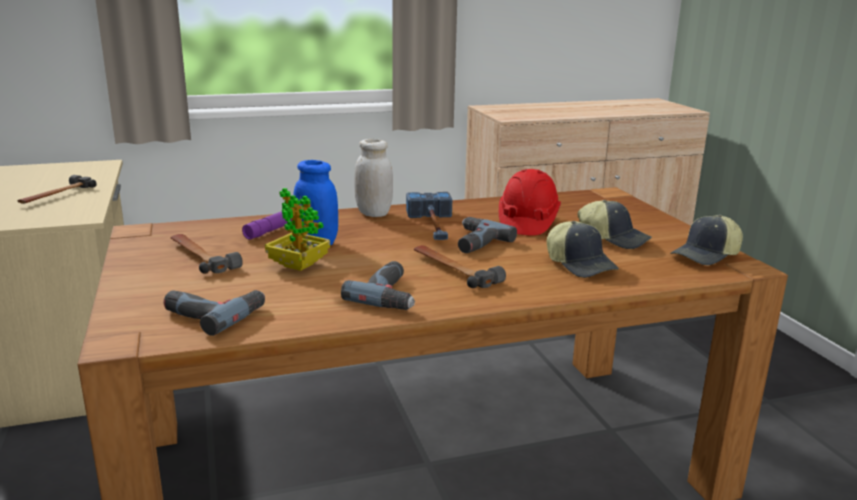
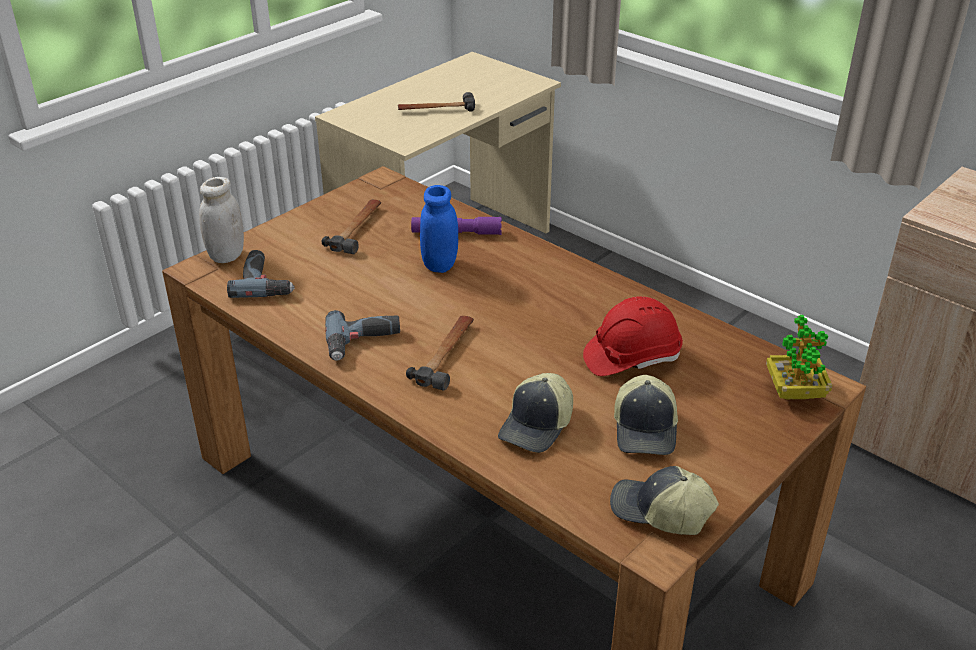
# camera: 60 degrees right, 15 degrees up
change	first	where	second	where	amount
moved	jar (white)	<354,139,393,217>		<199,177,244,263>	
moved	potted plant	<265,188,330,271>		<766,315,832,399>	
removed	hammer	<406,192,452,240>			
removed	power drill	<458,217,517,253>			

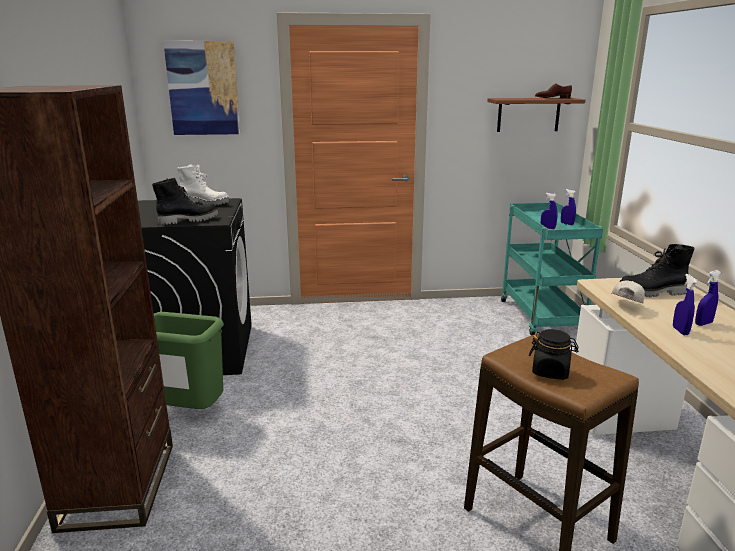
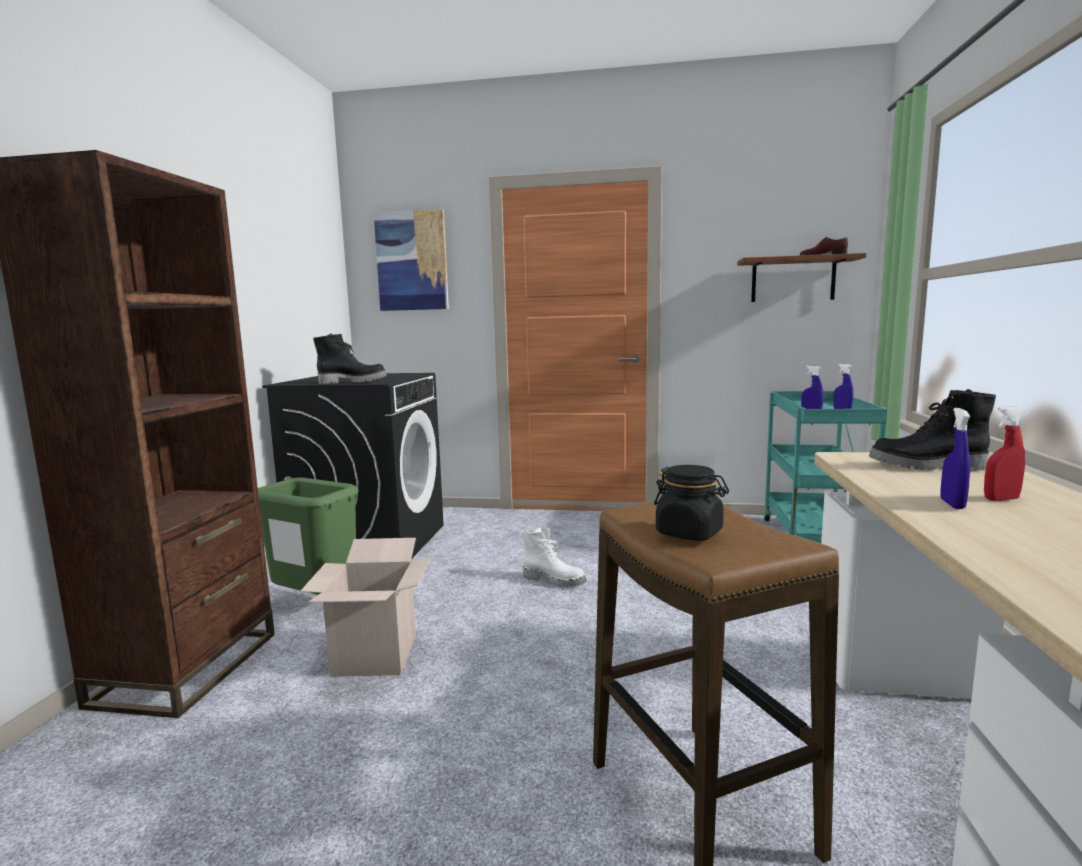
# camera: 15 degrees right, 10 degrees down
change	first	where	second	where	amount
moved	boot (white)	<177,164,230,206>		<522,528,586,587>	
recoloured	spray bottle (blue)	<695,270,721,326>	spray bottle (red)	<984,406,1025,501>	
removed	cap (white)	<611,280,645,303>			
added			cardboard box	<300,538,430,677>	

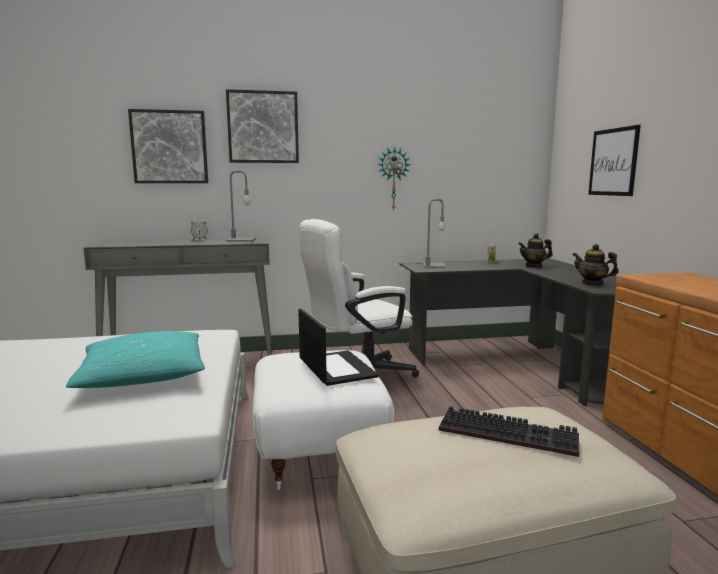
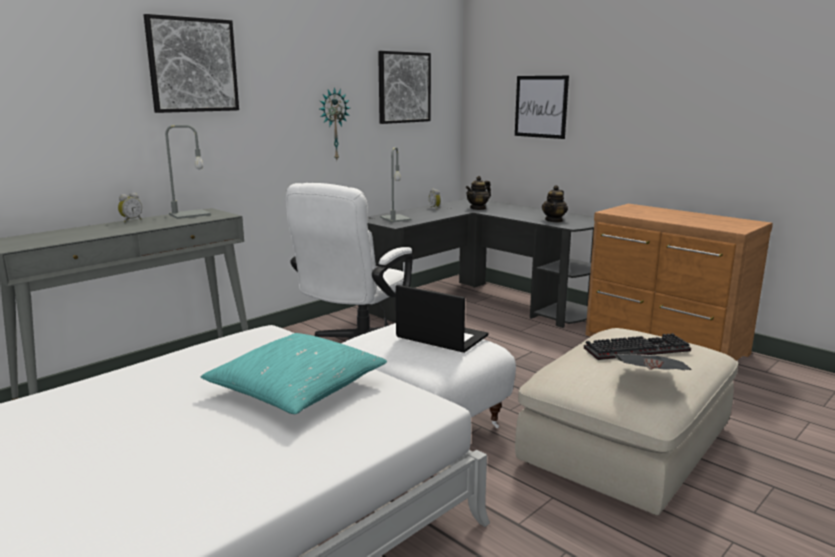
# camera: 35 degrees left, 5 degrees up
change	first	where	second	where	amount
moved	picture	<128,109,208,183>		<378,51,431,124>	
turned	teapot	<573,244,619,286>		<542,185,568,223>	60 degrees counterclockwise
added			newspaper	<613,354,692,370>	

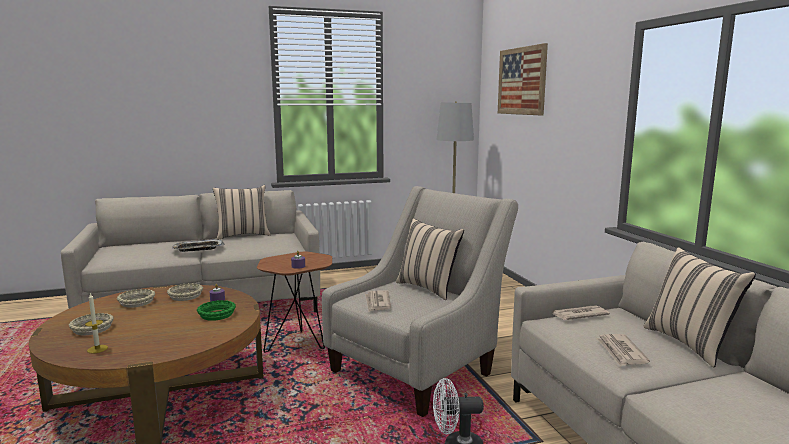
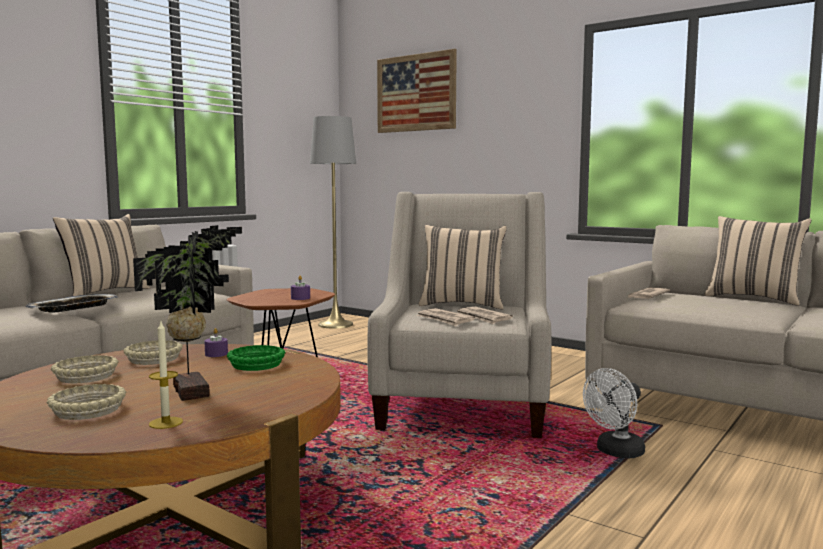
# camera: 35 degrees left, 5 degrees down
change	first	where	second	where	amount
moved	newspaper	<596,334,650,367>		<457,307,513,324>	
added			potted plant	<133,225,242,401>	

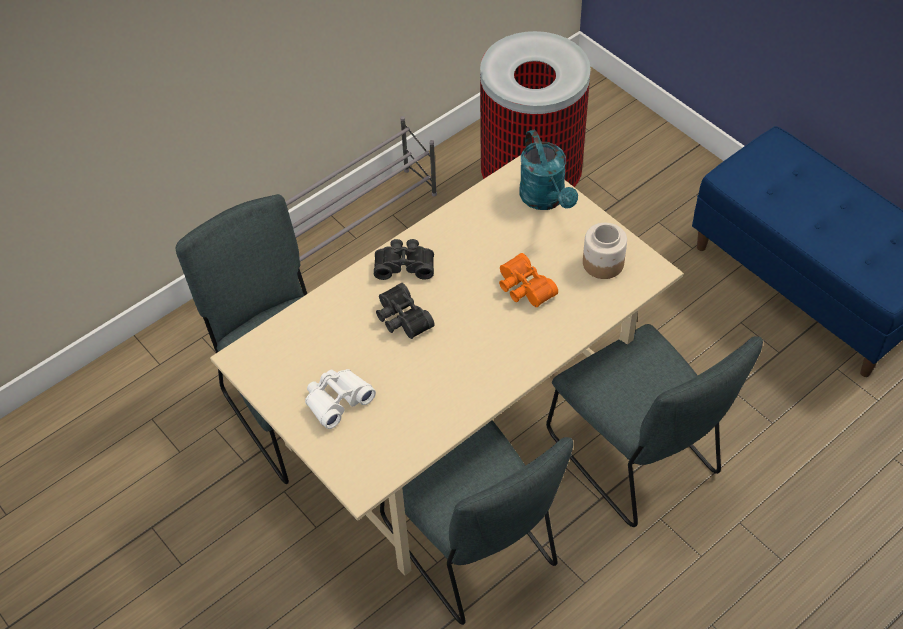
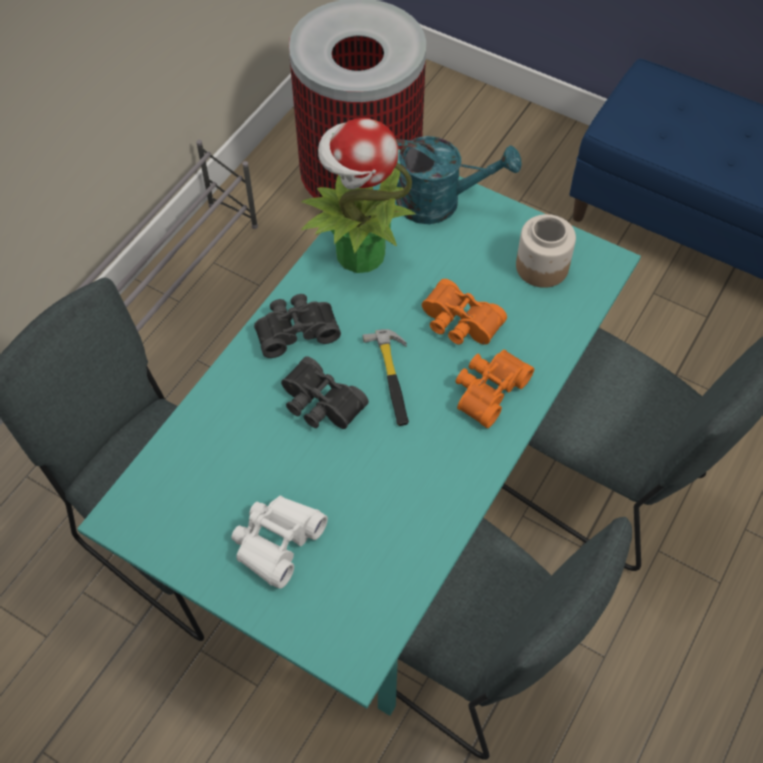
# camera: 20 degrees left, 5 degrees up
change	first	where	second	where	amount
turned	watering can (turquoise)	<519,130,578,210>		<396,136,522,224>	45 degrees counterclockwise
recoloured	dining table (beige)	<210,155,683,576>	dining table (turquoise)	<77,149,641,716>	
added			potted plant	<301,118,416,273>	
added			hammer	<363,329,409,426>	
added			binoculars (orange)	<455,349,534,428>	

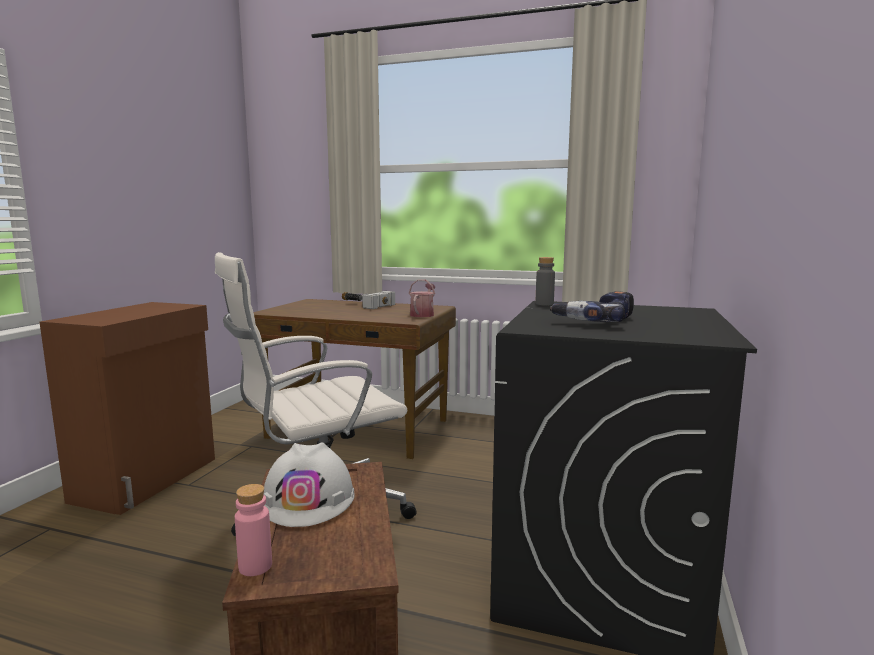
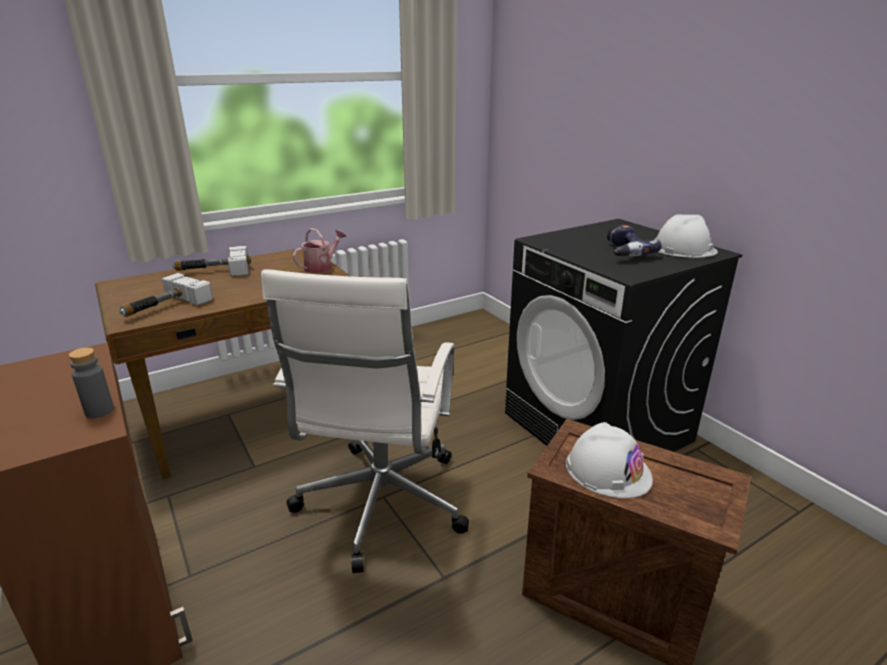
# camera: 50 degrees left, 15 degrees up
change	first	where	second	where	amount
moved	bottle (grey)	<536,257,555,306>		<69,347,114,418>	
turned	watering can	<409,279,436,317>		<293,228,347,273>	75 degrees clockwise
removed	bottle (pink)	<235,484,272,576>			
added			hard hat (white)	<655,214,718,258>	
added			hammer	<120,273,213,317>	

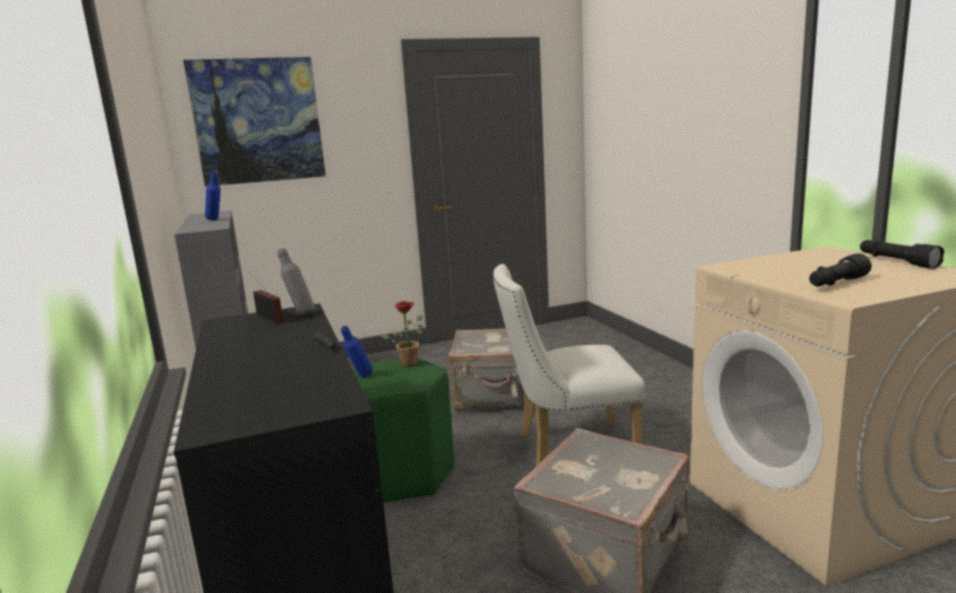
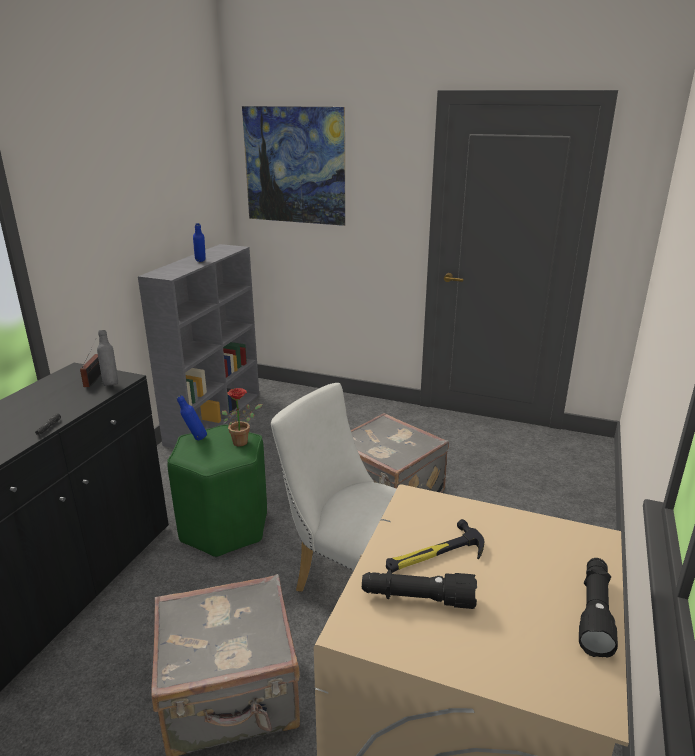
# camera: 40 degrees right, 10 degrees up
change	first	where	second	where	amount
added			hammer	<386,519,484,573>	

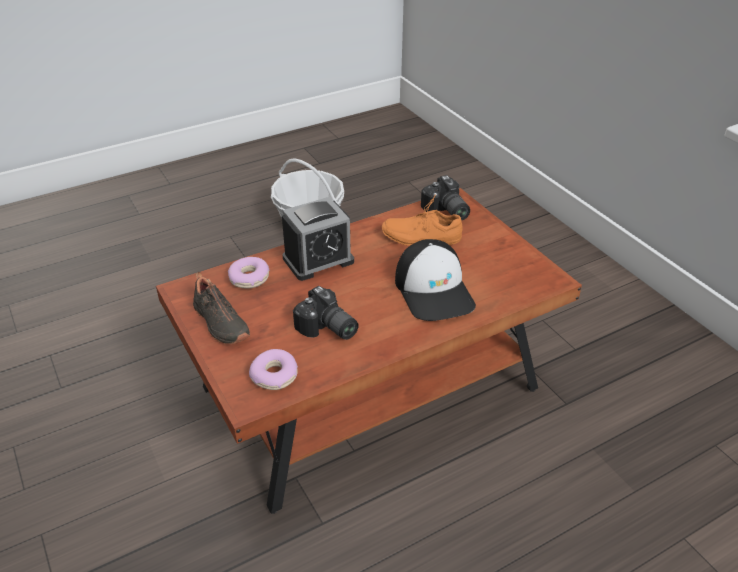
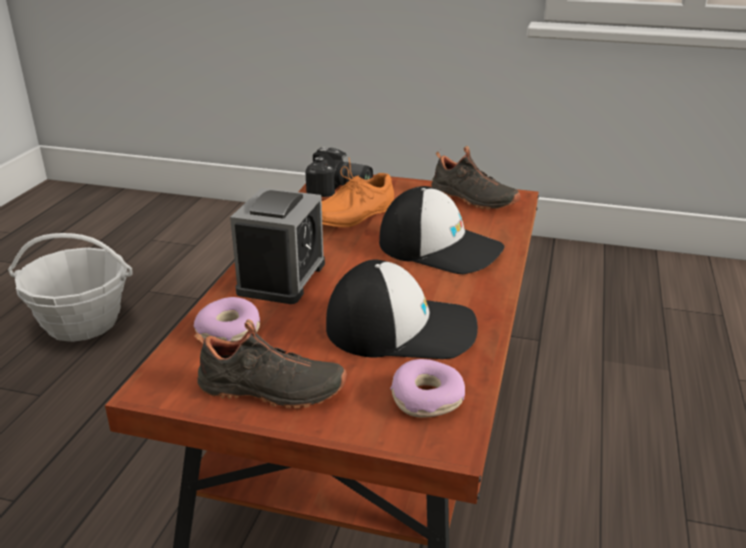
# camera: 45 degrees left, 10 degrees down
change	first	where	second	where	amount
replaced	photo camera	<293,286,359,340>	cap	<326,260,478,359>	
added			shoe (black)	<431,146,521,210>	

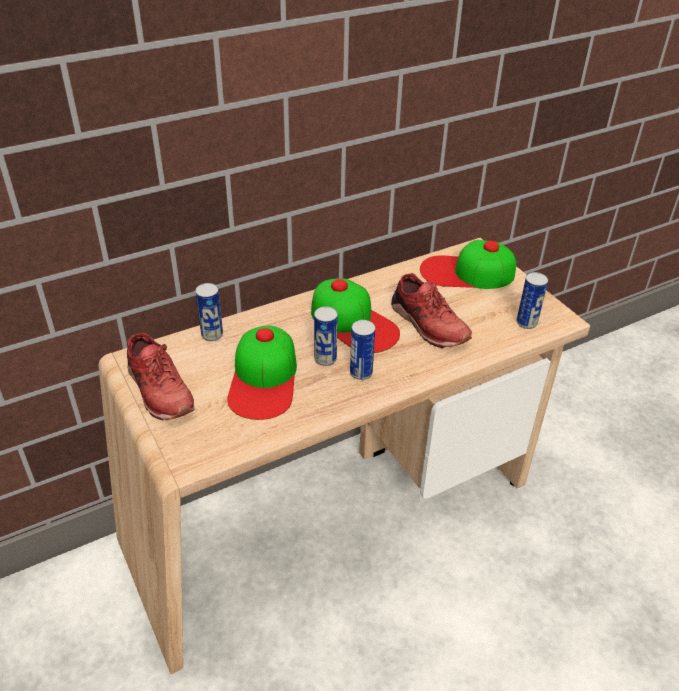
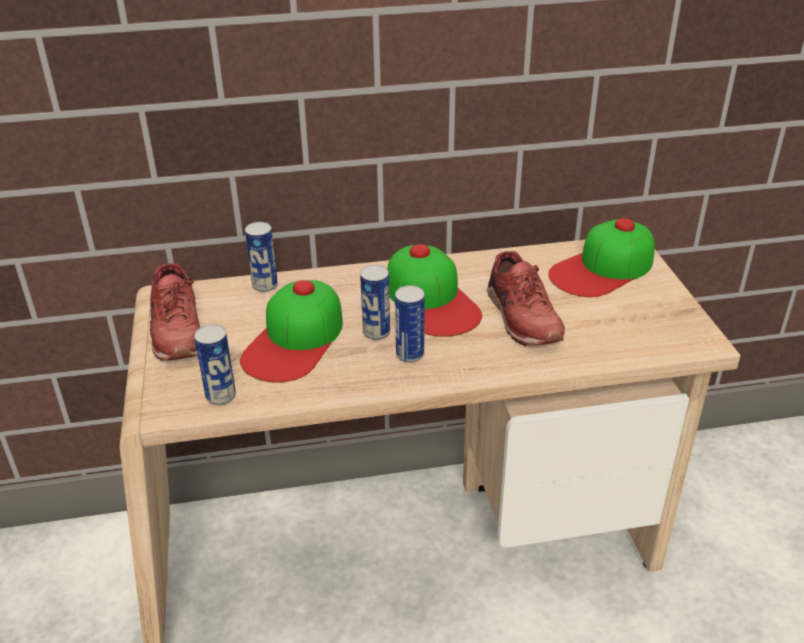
# camera: 20 degrees right, 5 degrees down
change	first	where	second	where	amount
turned	cap	<420,240,516,289>		<548,218,655,297>	60 degrees counterclockwise
moved	can	<517,272,548,329>		<194,324,236,405>	

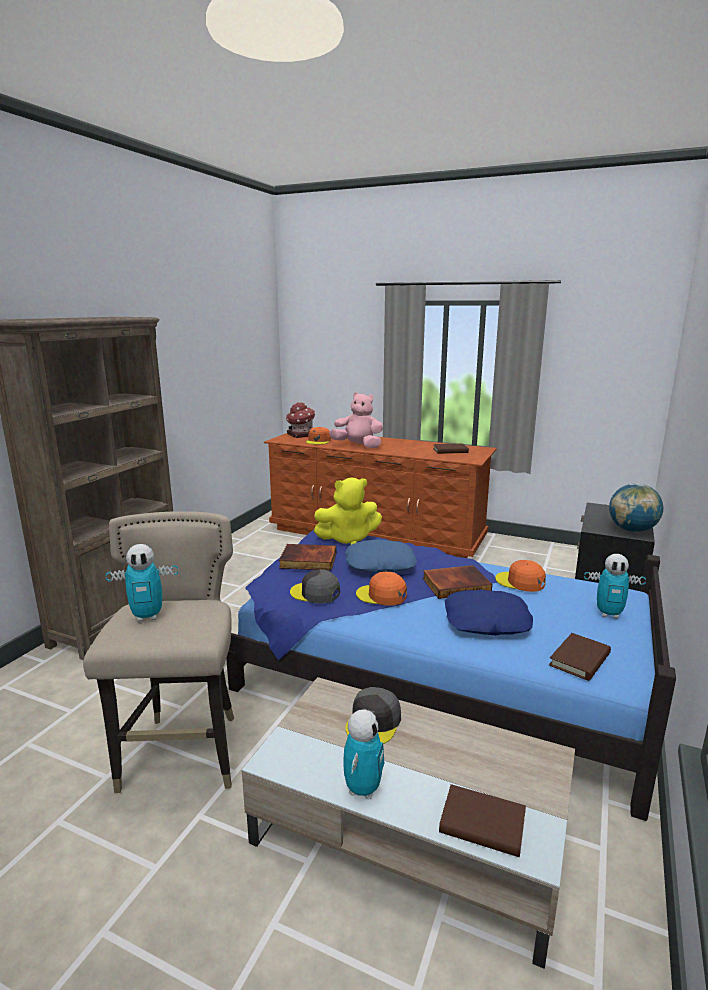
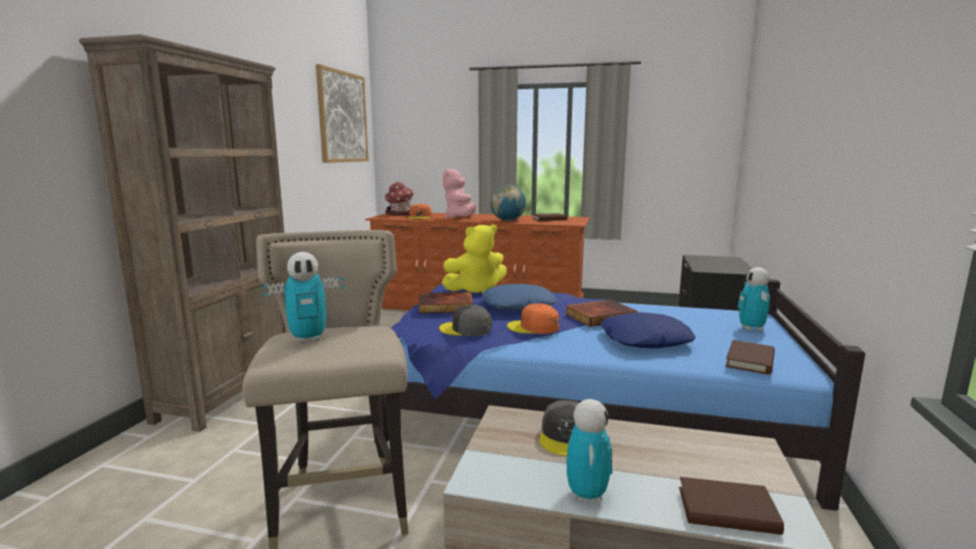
# camera: 10 degrees left, 5 degrees down
change	first	where	second	where	amount
turned	plush toy (pink)	<329,392,383,448>		<443,168,477,219>	105 degrees counterclockwise
moved	globe	<609,483,663,532>		<490,185,526,221>	
turned	toy robot	<584,554,646,619>		<738,267,770,331>	90 degrees clockwise
removed	cap (orange)	<495,560,546,592>			
added			picture	<316,64,369,163>	

